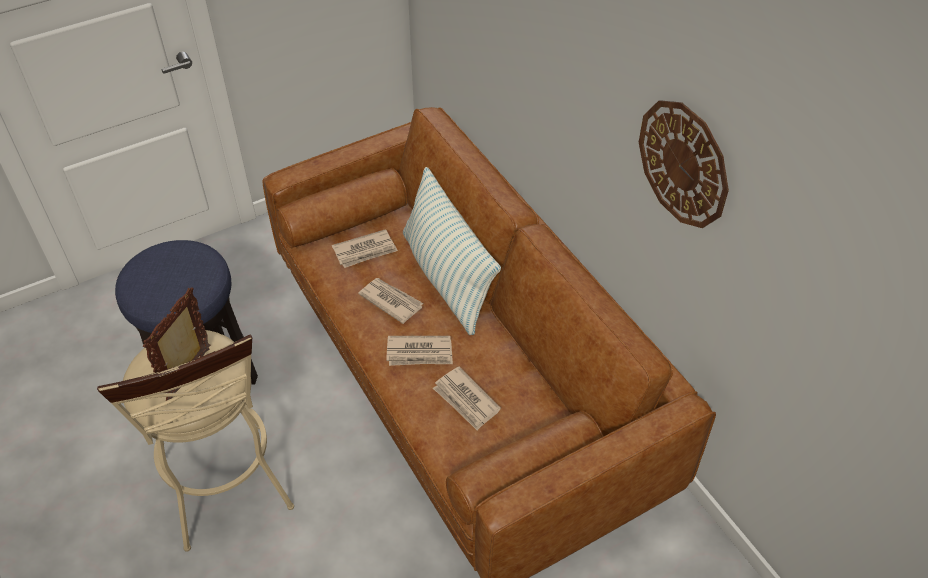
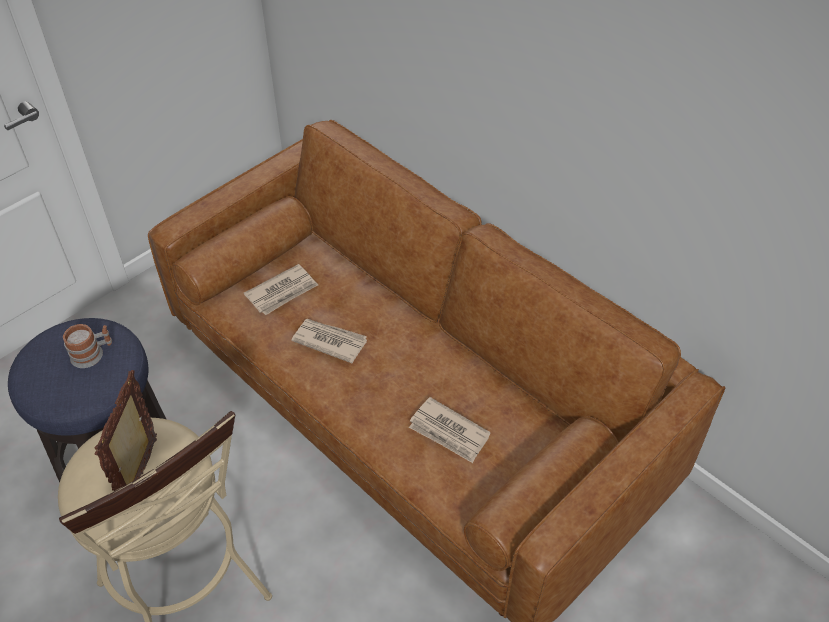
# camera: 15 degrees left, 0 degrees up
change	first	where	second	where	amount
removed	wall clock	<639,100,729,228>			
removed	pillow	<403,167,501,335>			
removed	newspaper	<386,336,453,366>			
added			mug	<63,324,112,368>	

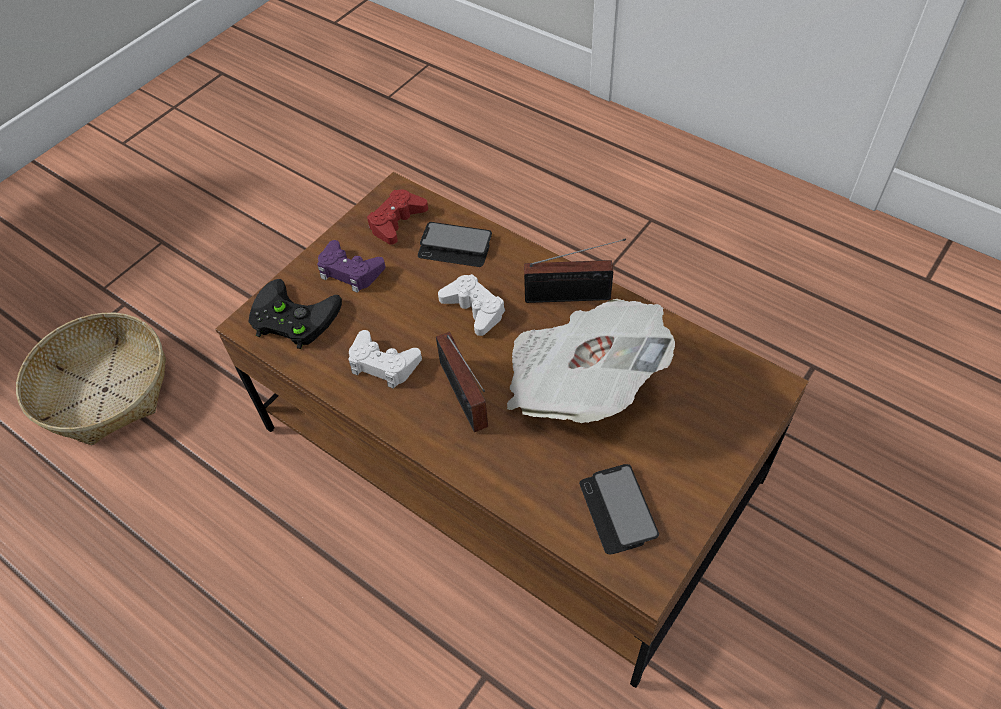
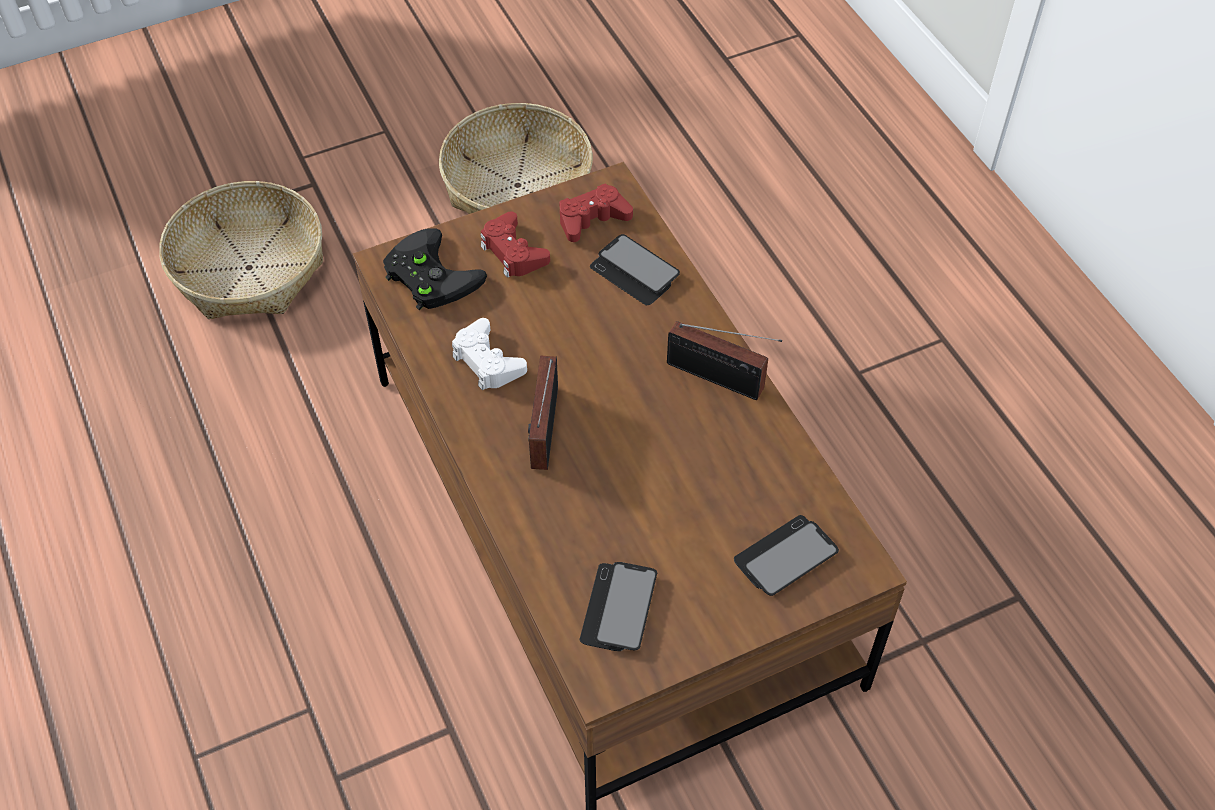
# camera: 25 degrees right, 0 degrees up
change	first	where	second	where	amount
recoloured	game controller (purple)	<317,240,385,293>	game controller (red)	<481,211,550,278>	
removed	game controller (white)	<438,274,505,336>			
removed	newspaper	<507,299,675,423>			
added			basket	<439,103,593,214>	
added			phone	<734,515,839,596>	

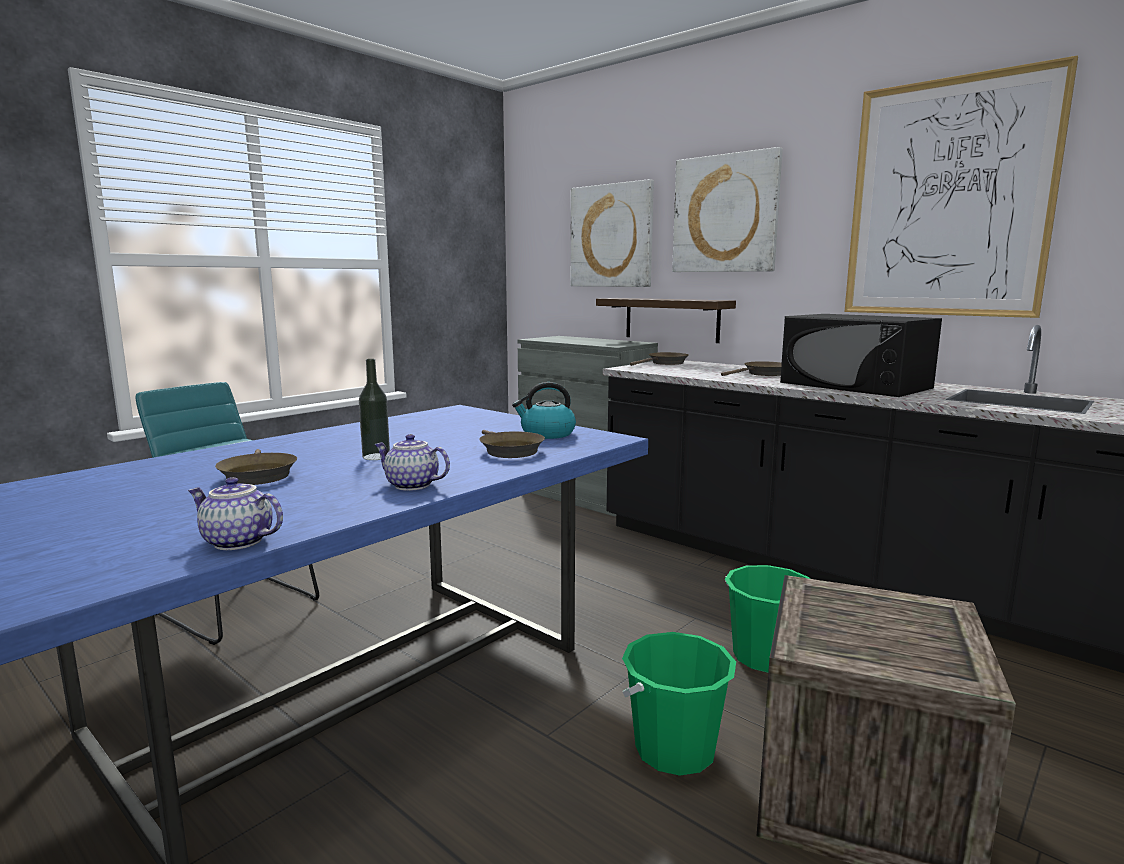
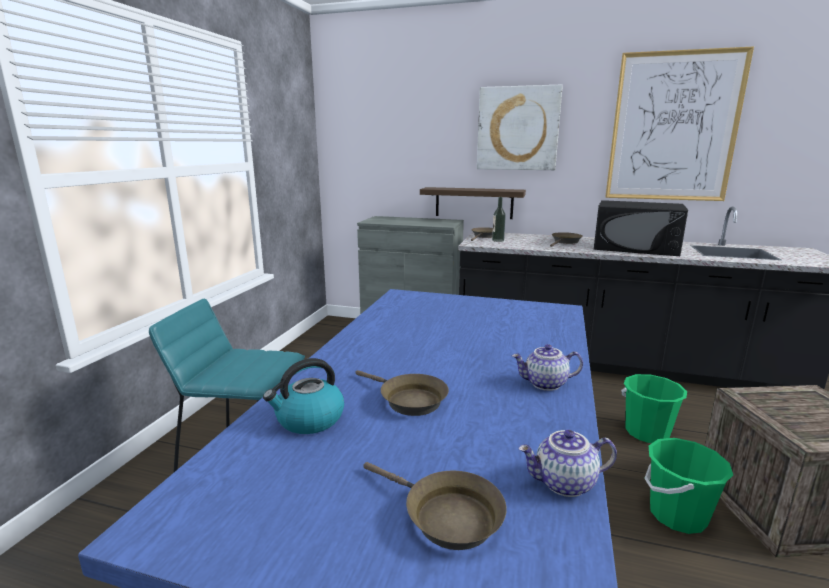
# camera: 25 degrees left, 5 degrees up
change	first	where	second	where	amount
removed	picture	<571,179,654,287>			
moved	bottle	<359,359,390,460>		<492,197,506,242>	
moved	kettle	<512,382,576,439>		<263,358,344,434>	
moved	frying pan (brown)	<479,430,545,458>		<363,462,506,550>	

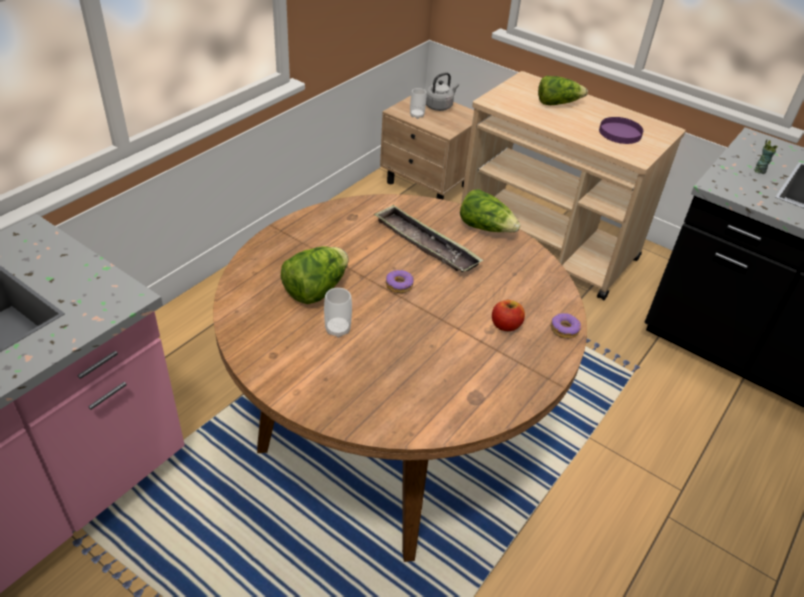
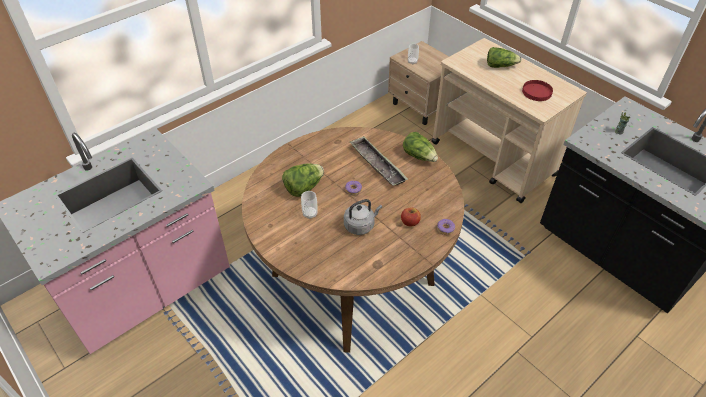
# camera: 15 degrees right, 5 degrees up
change	first	where	second	where	amount
moved	kettle (grey)	<426,72,459,111>		<344,199,382,235>	
recoloured	plate (purple)	<599,117,643,144>	plate (red)	<522,80,553,101>	

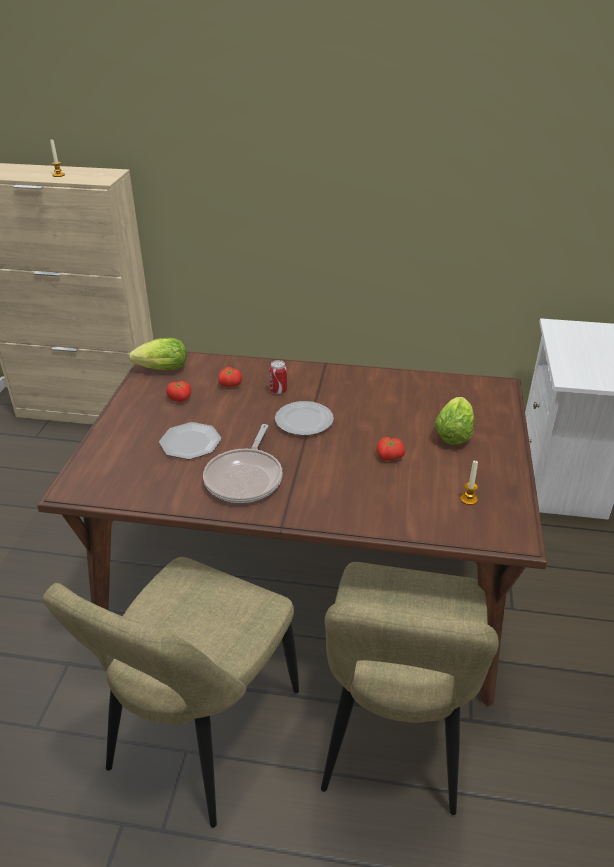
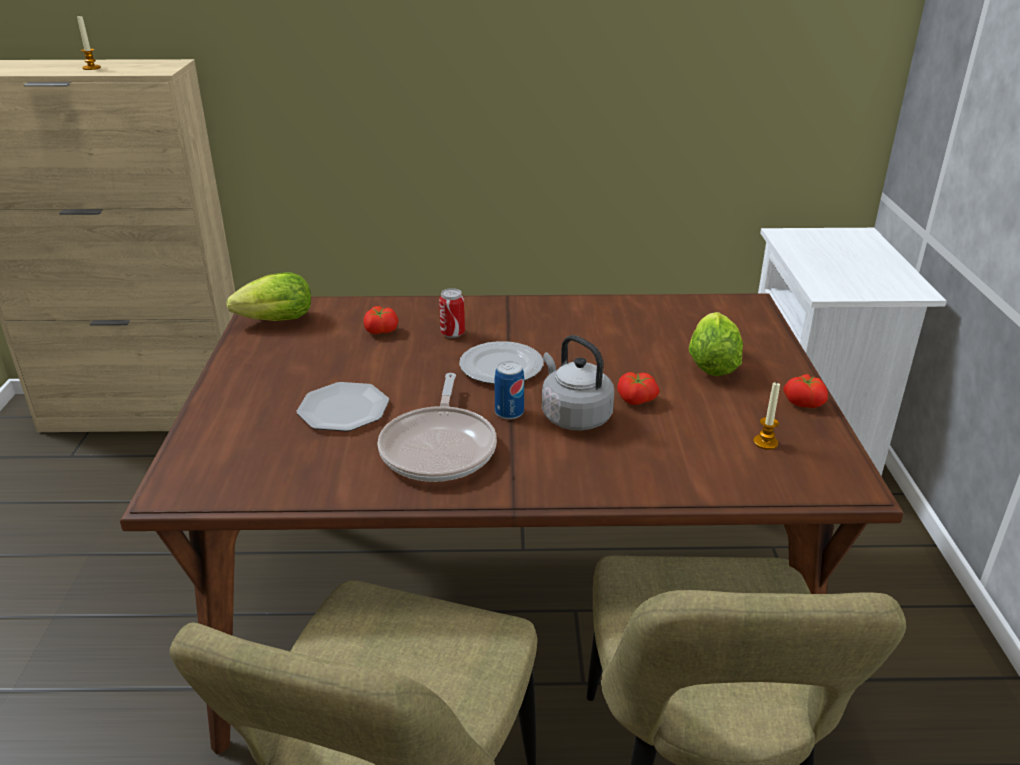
# camera: 10 degrees left, 5 degrees down
change	first	where	second	where	amount
moved	tomato	<166,381,191,402>		<783,374,828,408>	
added			kettle (grey)	<542,335,614,431>	
added			can	<495,361,524,420>	

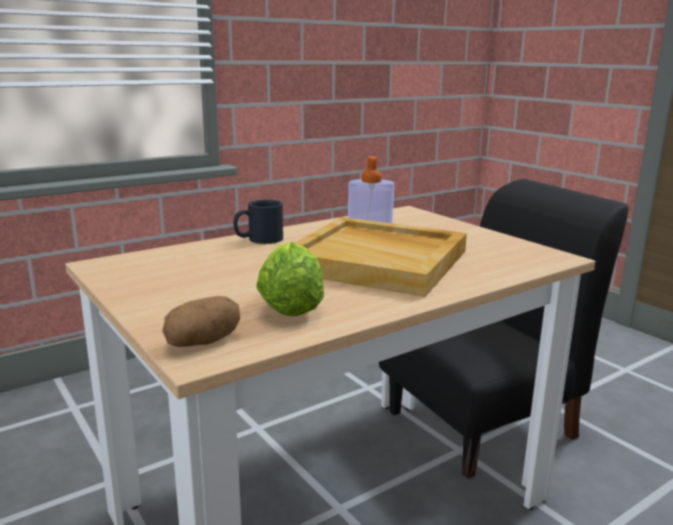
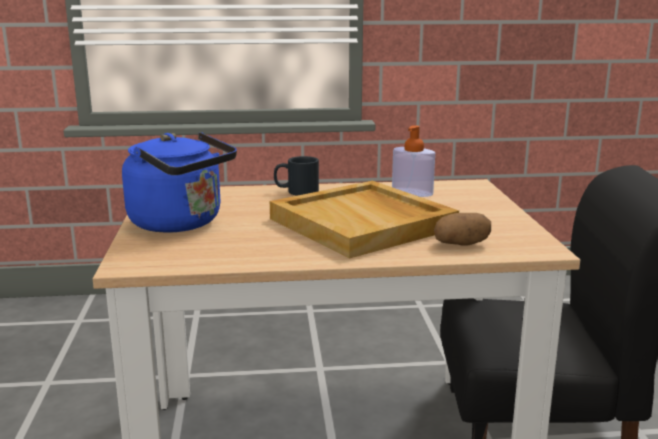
# camera: 30 degrees right, 0 degrees up
change	first	where	second	where	amount
removed	lettuce	<256,242,324,317>			
moved	potato	<162,296,240,347>		<434,213,491,246>	
added			kettle (blue)	<122,132,237,233>	

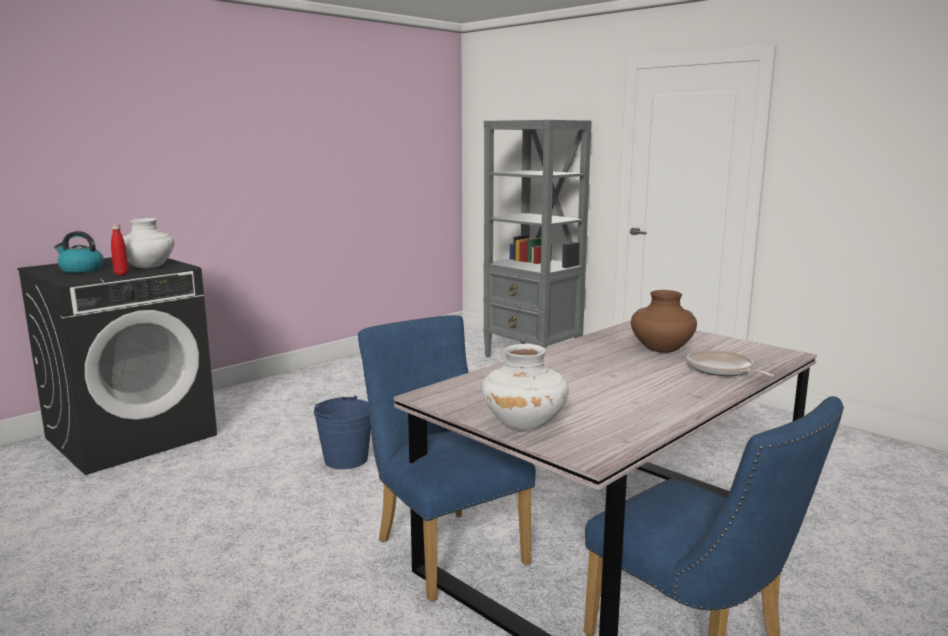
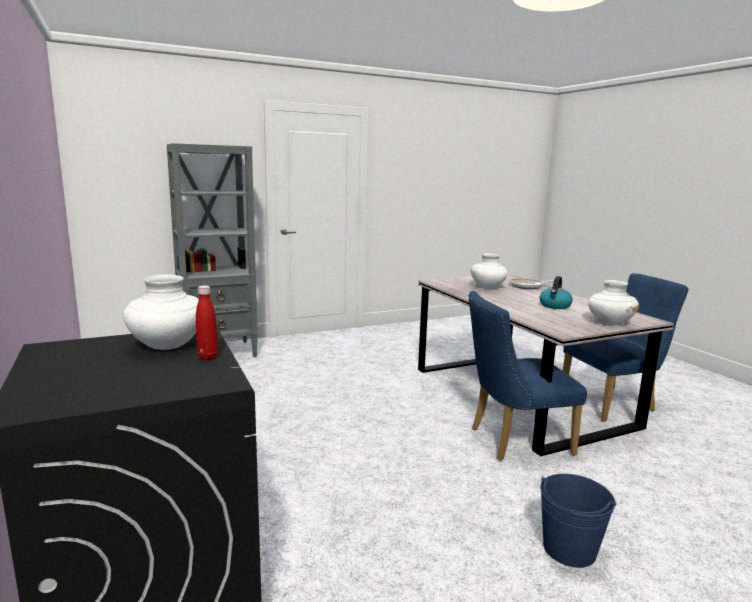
# camera: 70 degrees left, 0 degrees up
change	first	where	second	where	amount
moved	kettle	<54,231,104,273>		<539,276,573,309>	
recoloured	vase (brown)	<631,290,697,353>	vase (white)	<471,253,508,289>	
moved	bucket (blue)	<314,396,371,469>		<540,474,617,568>	

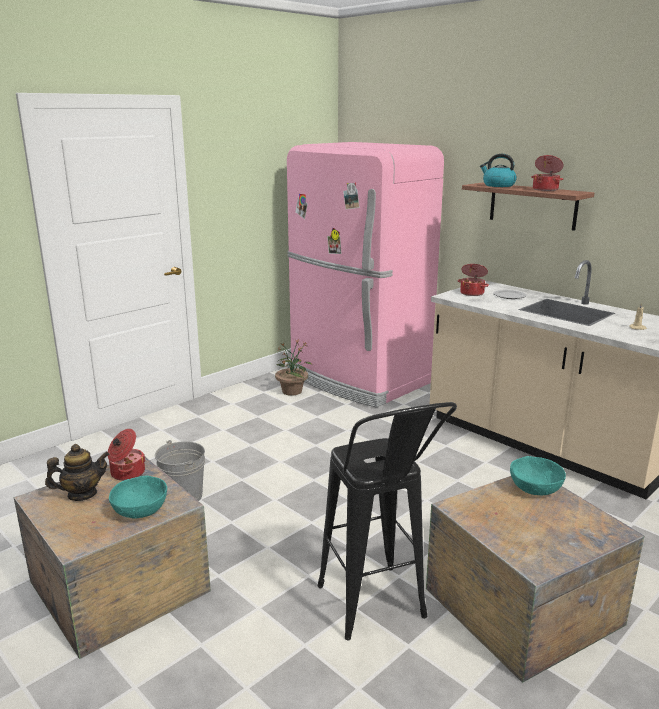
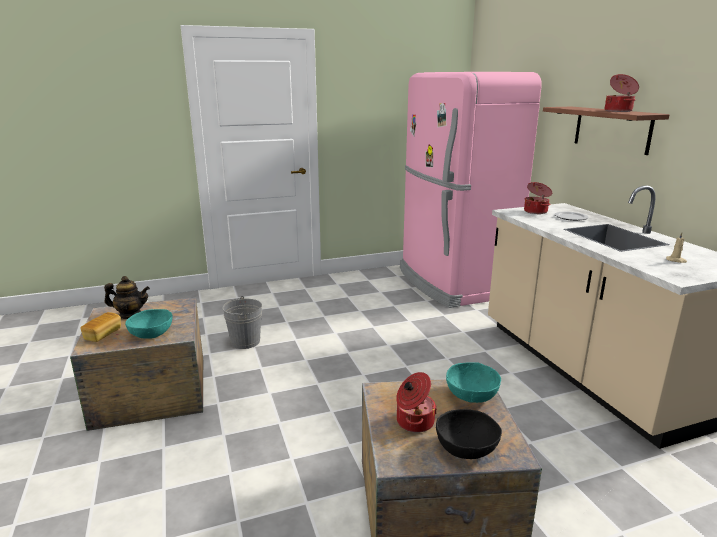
# camera: 25 degrees right, 0 degrees up
change	first	where	second	where	amount
removed	kettle	<480,154,517,187>			
removed	potted plant	<275,340,313,396>			
removed	stool (black)	<318,402,457,640>			
moved	cooking pot	<108,429,146,481>		<396,372,437,433>	
added			bread	<80,312,121,342>	
added			bowl (black)	<436,409,502,459>	

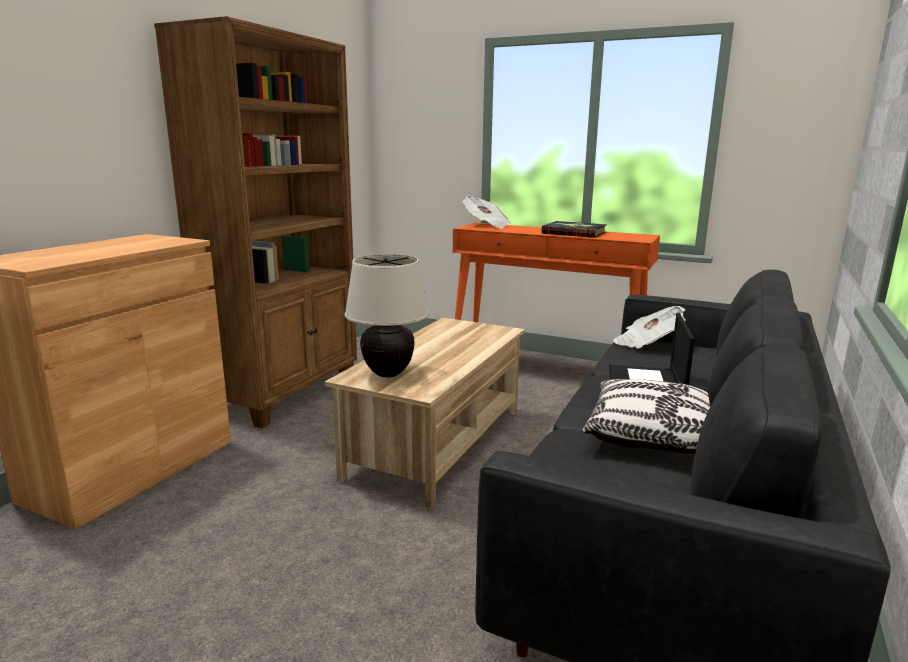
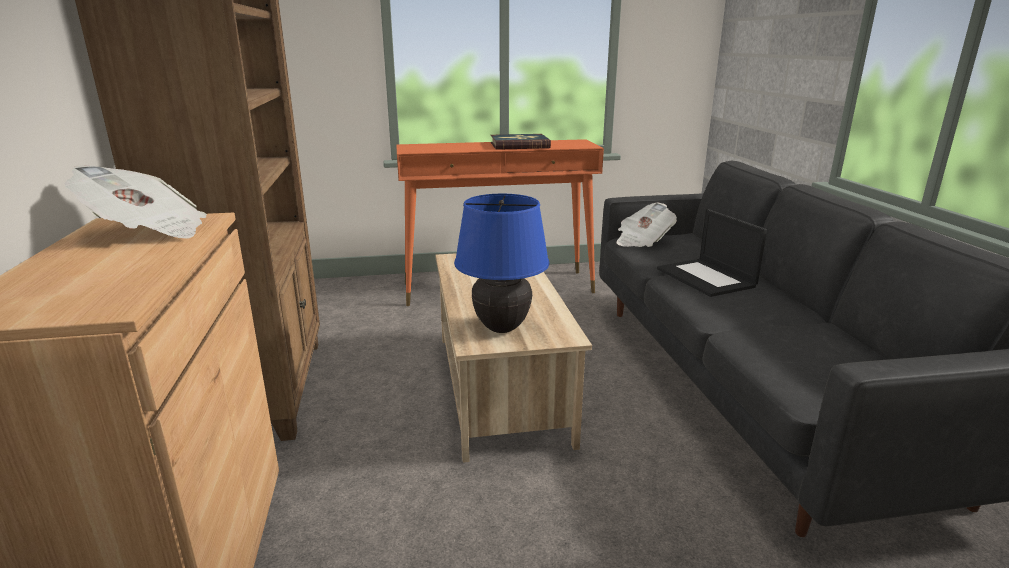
# camera: 35 degrees left, 5 degrees up
change	first	where	second	where	amount
moved	newspaper	<463,195,511,228>		<65,165,207,238>	
recoloured	table lamp (beige)	<344,254,429,378>	table lamp (blue)	<454,194,549,333>	
removed	pillow	<583,379,710,454>			

